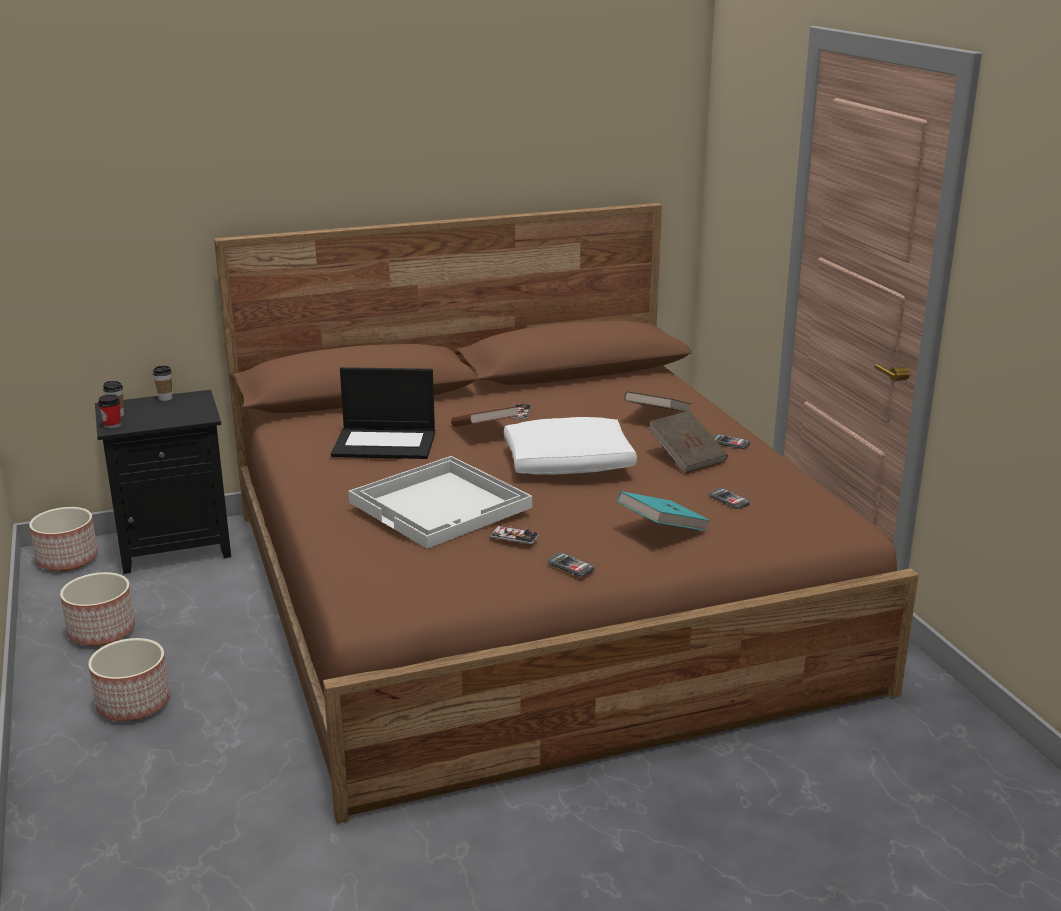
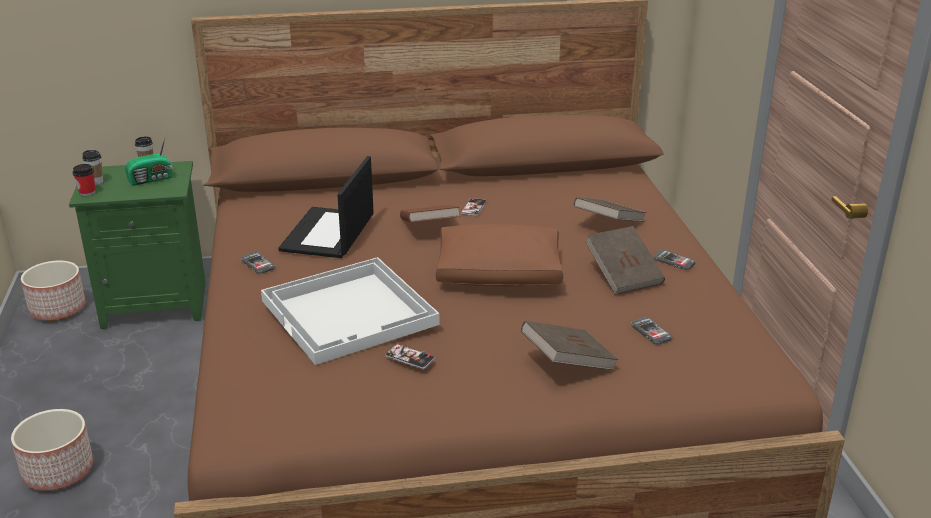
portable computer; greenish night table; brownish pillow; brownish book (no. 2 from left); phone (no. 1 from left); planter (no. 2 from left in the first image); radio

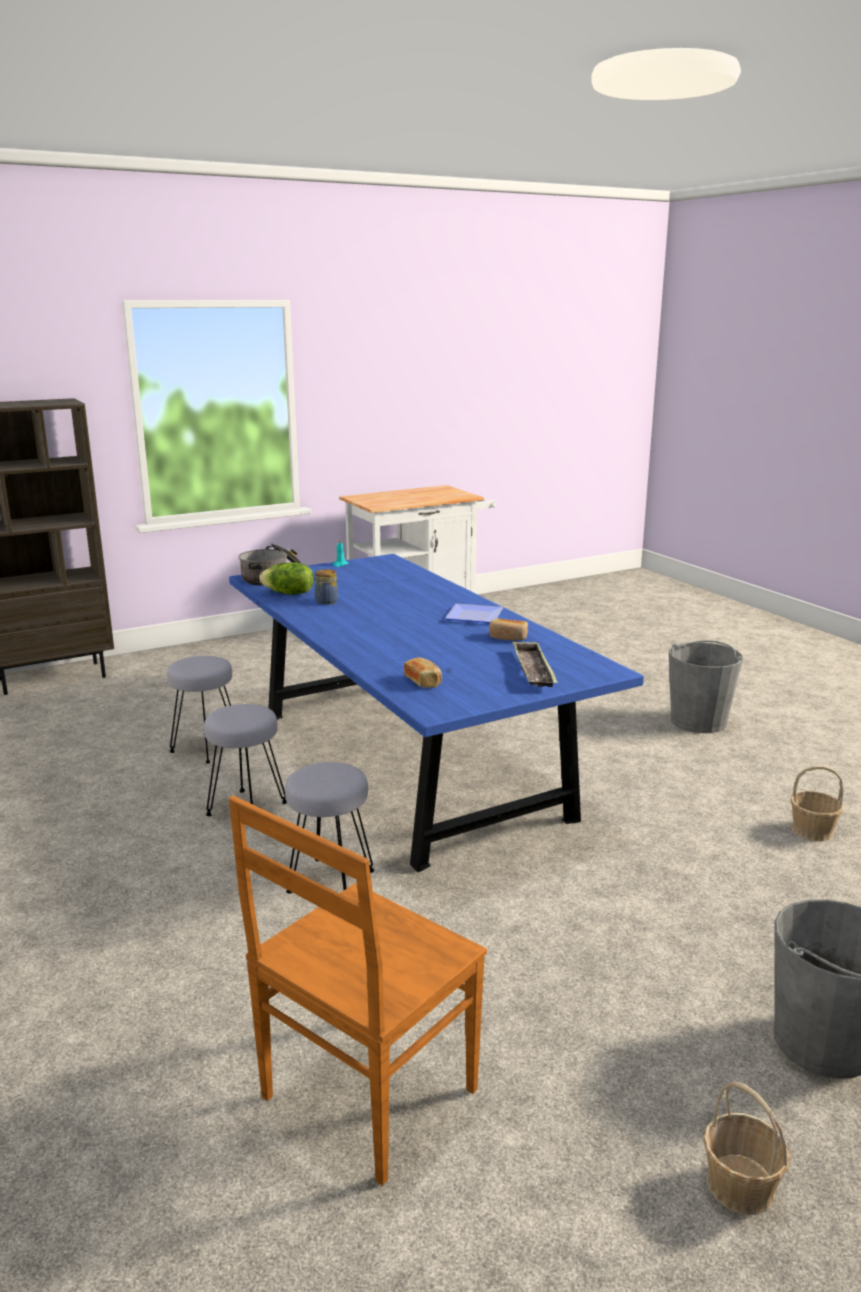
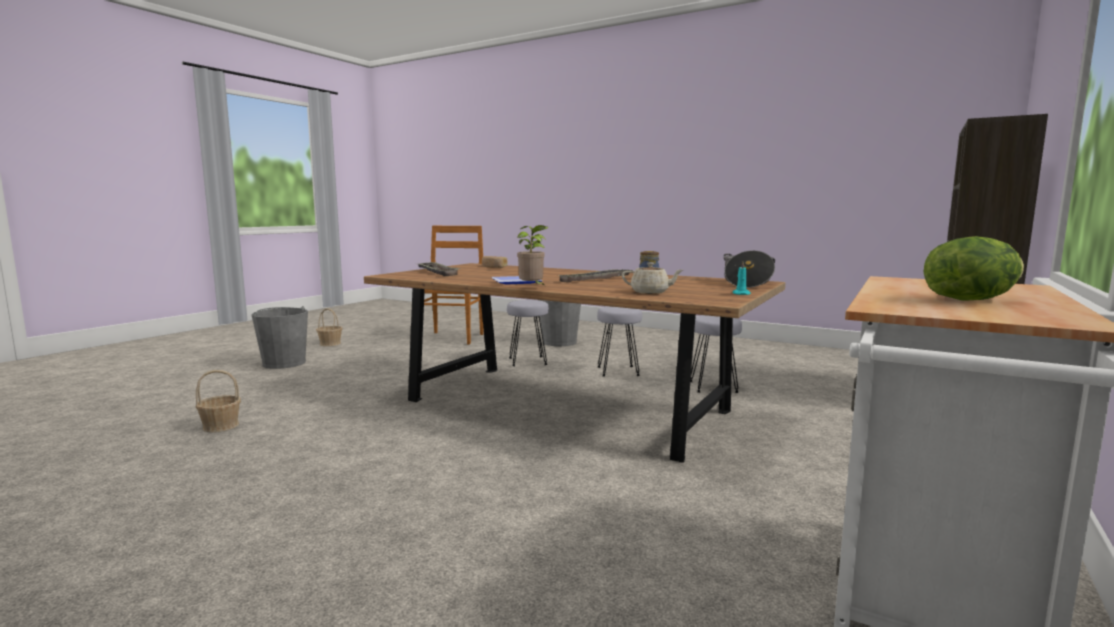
brownish kitchen table; lettuce; baked bread (no. 2 from left in the first image); greyish pail (no. 2 from left); plant in a pot; beige tea pot; serving tray (no. 2 from left)

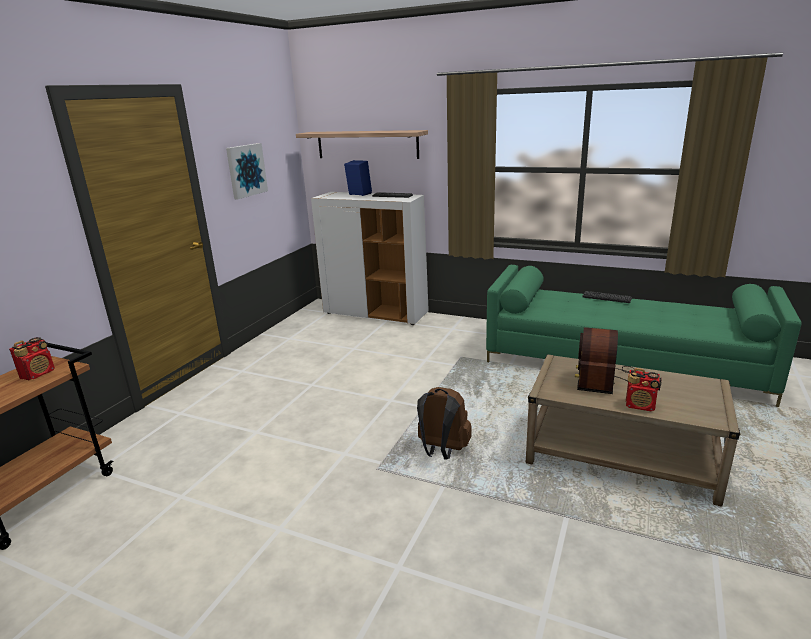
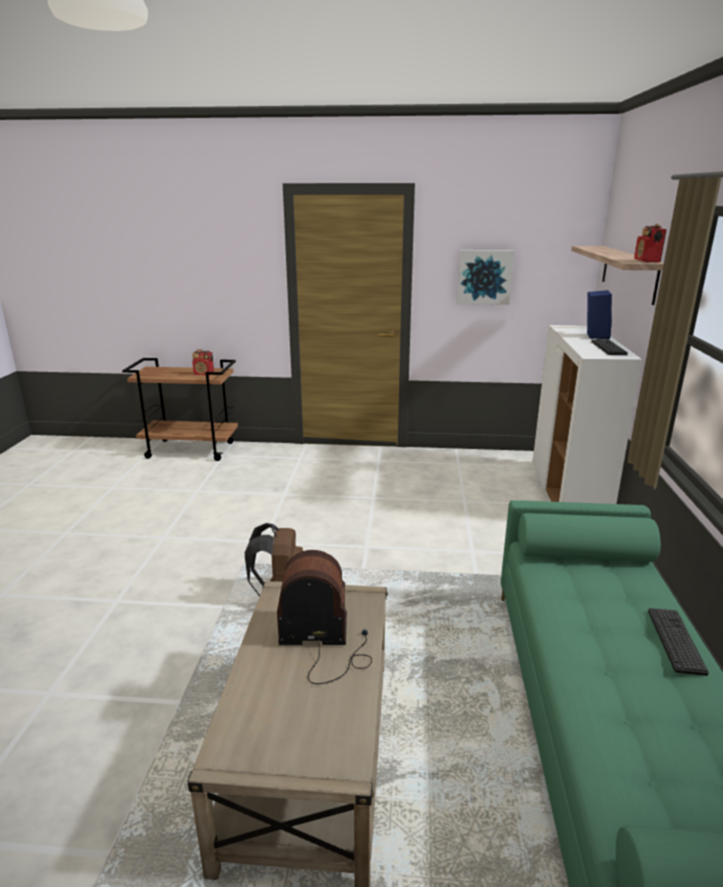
radio (no. 3 from left)

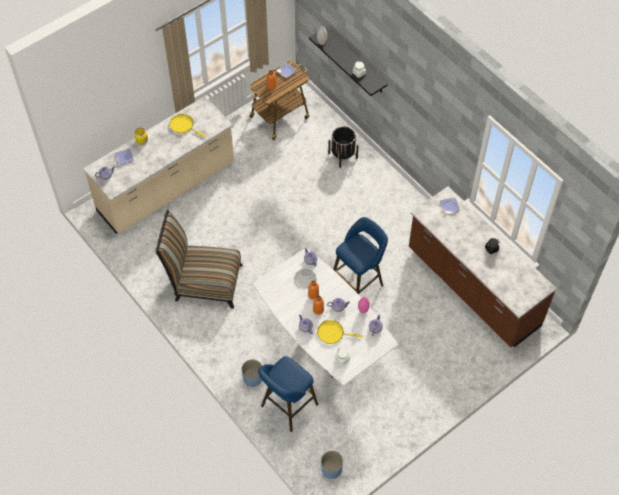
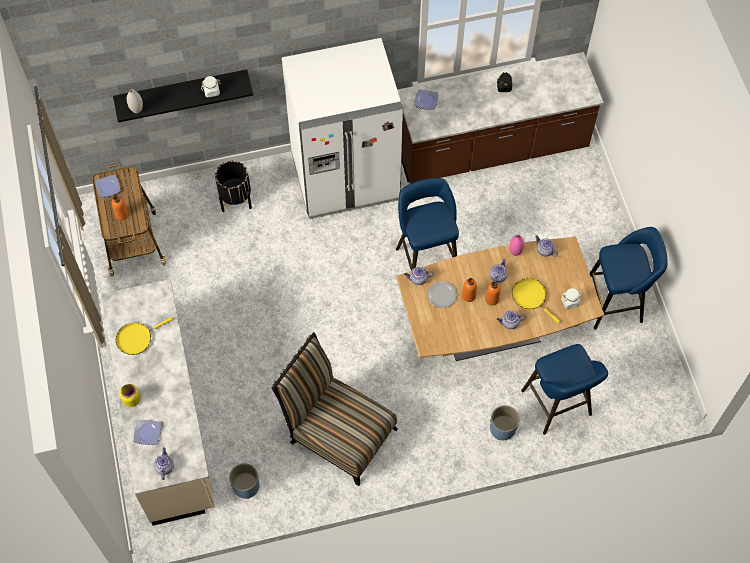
upright chair; brownish kitchen table; yellow-coloured pan (no. 2 from left); blue planter (no. 1 from left); whitish refrigerator; blue stool seat (no. 3 from left)

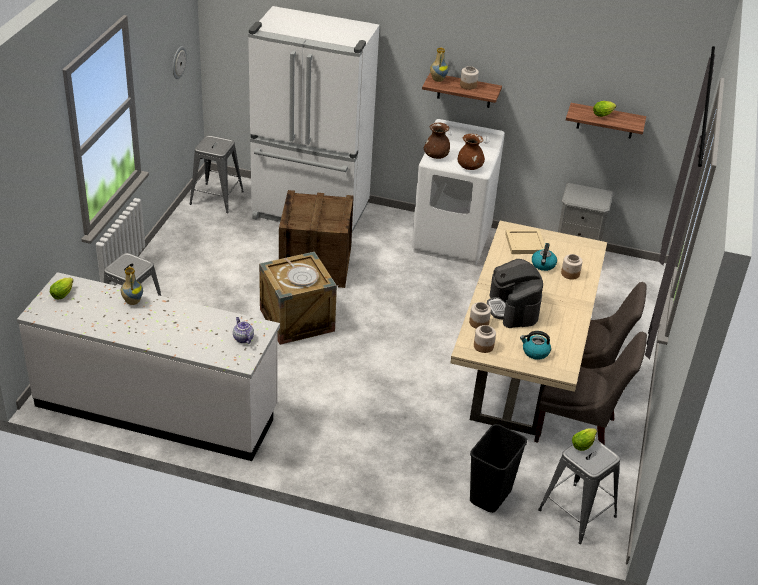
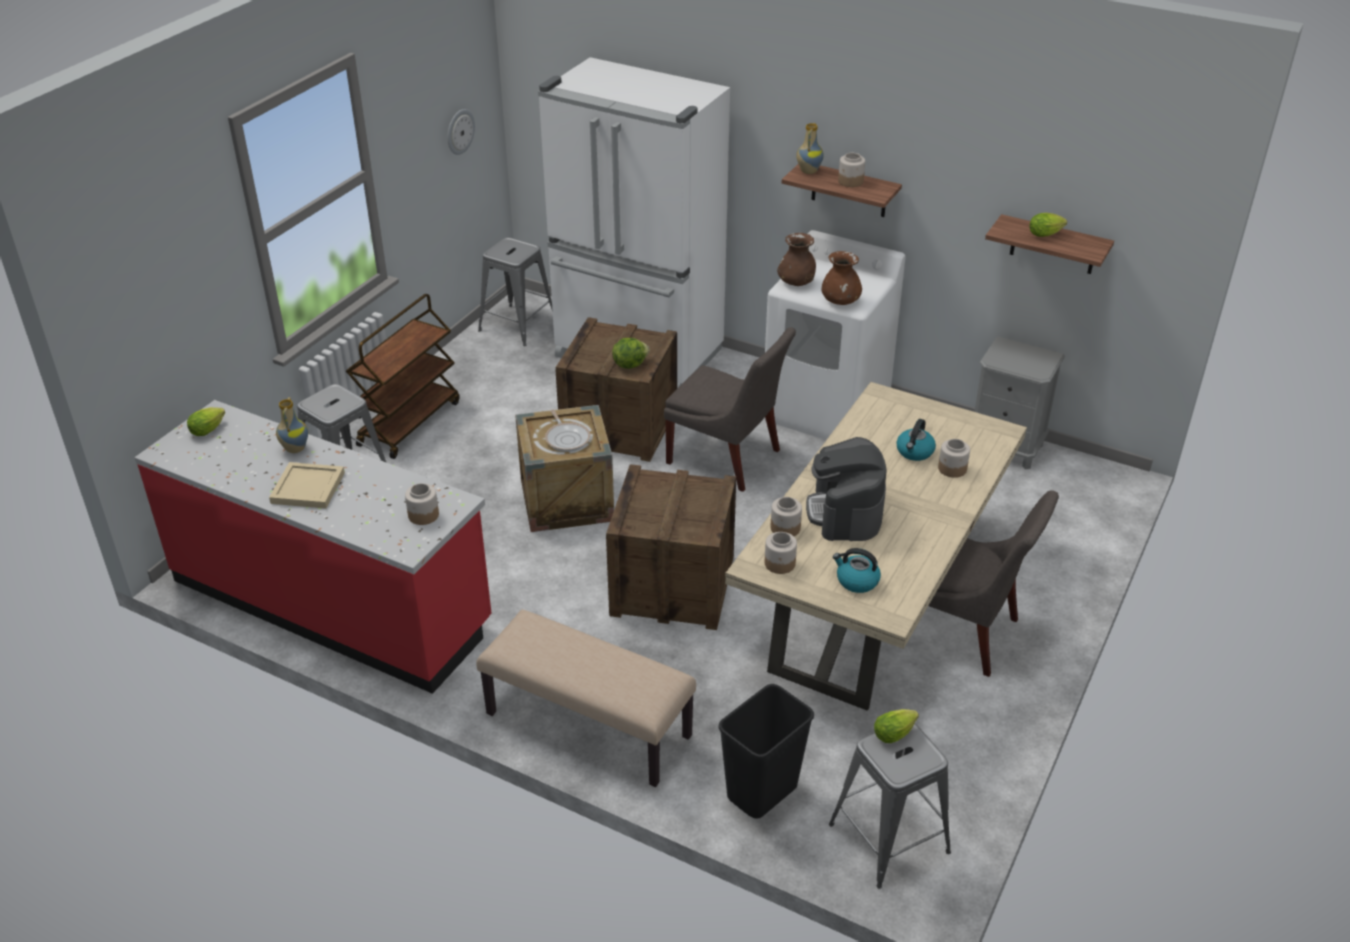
beige serving tray; red kitchen counter; preserve jar (no. 1 from left); greyish upright chair (no. 1 from left); brownish trolley; lettuce (no. 2 from left); crate (no. 3 from left); beige indoor bench

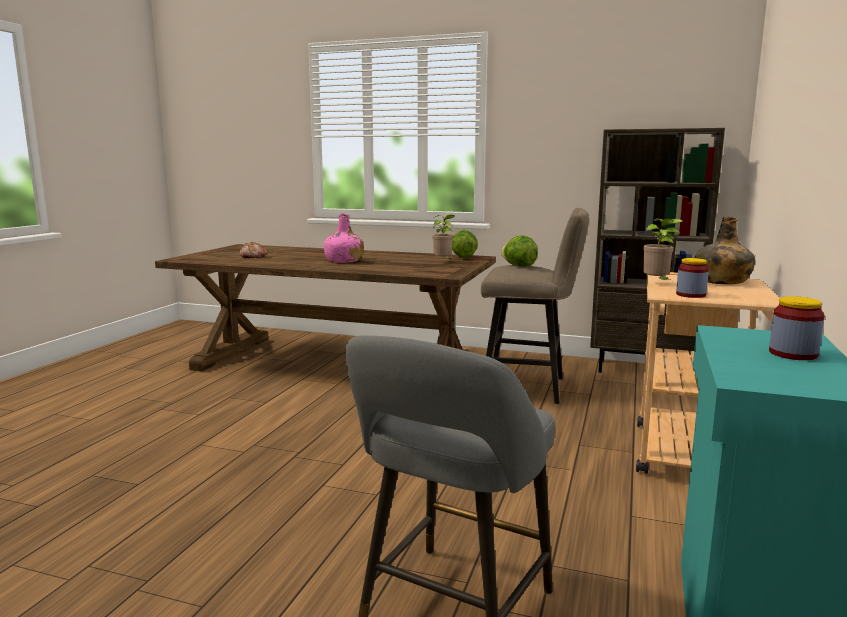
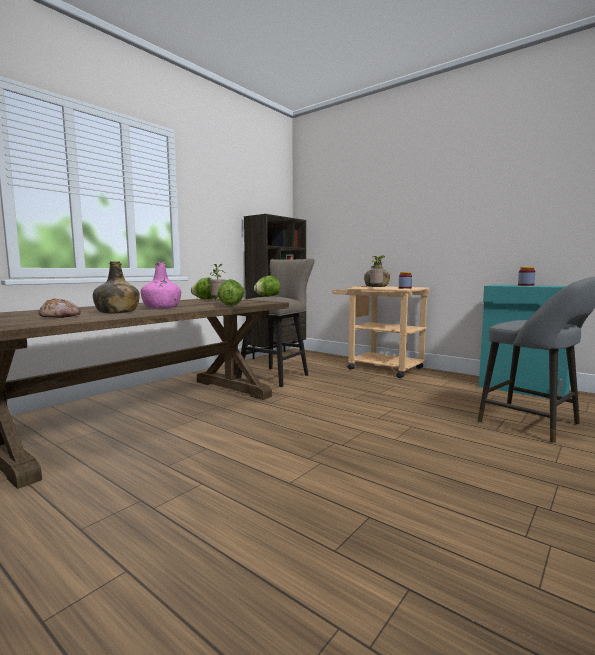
greenish drink bottle (no. 1 from left); lettuce (no. 2 from left)

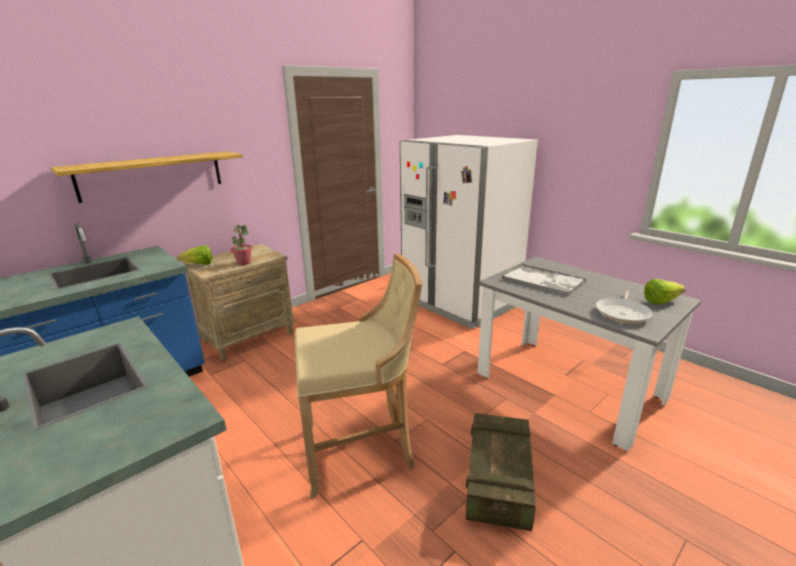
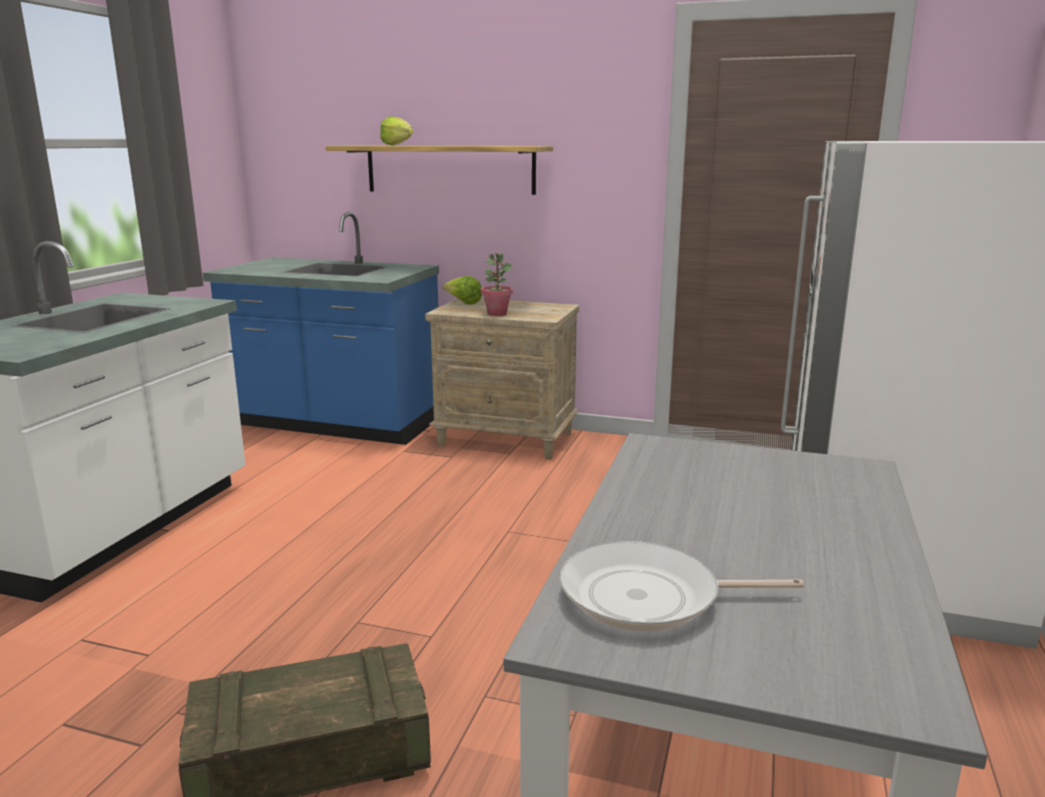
beige stool seat; serving tray; lettuce (no. 1 from left)

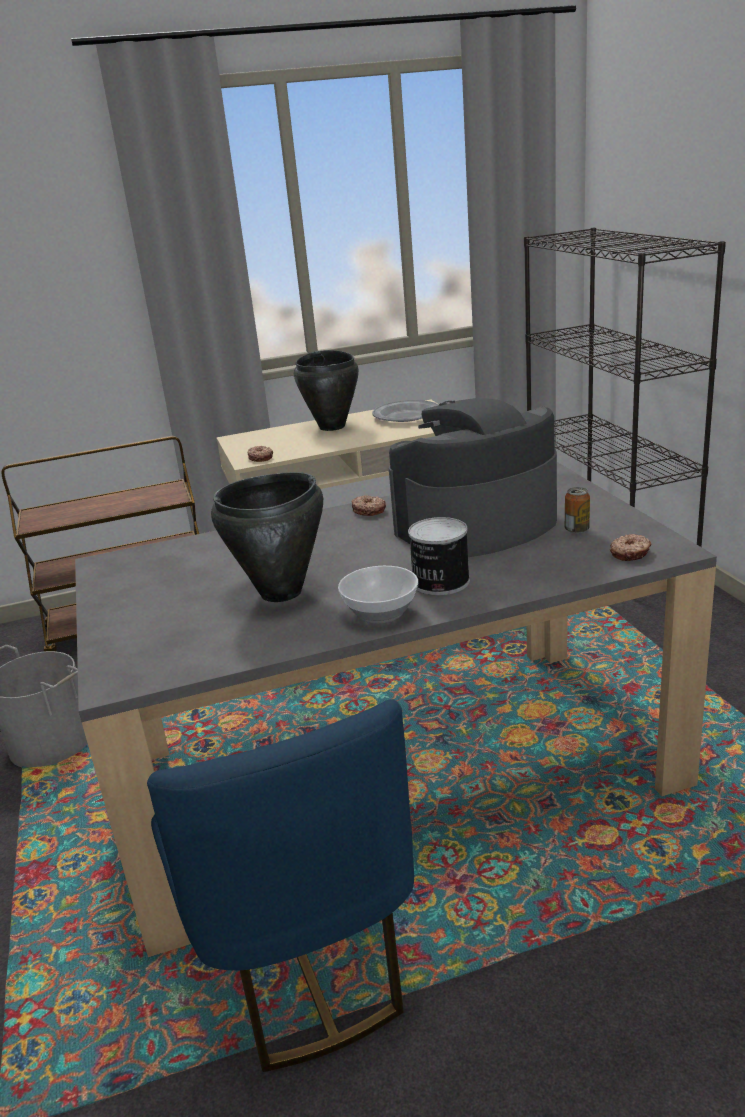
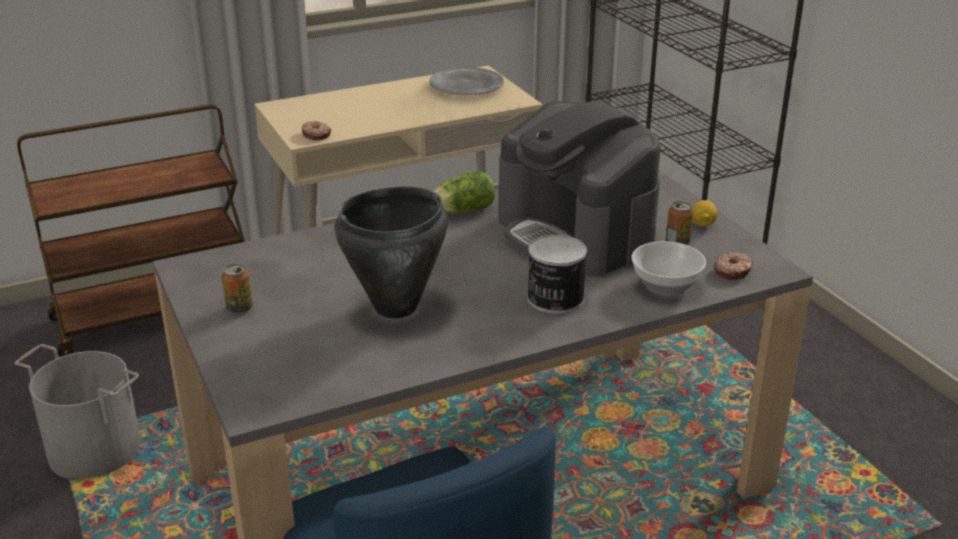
black-coloured cooking pot (no. 2 from left in the first image); coffee brewer; lettuce; serving bowl; lemon; sealed can (no. 1 from left)

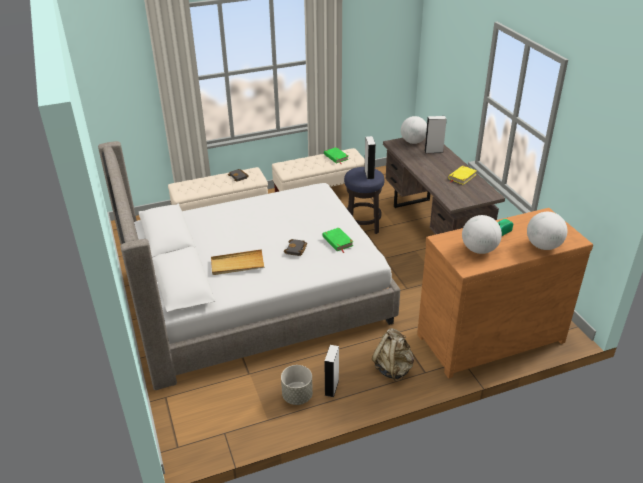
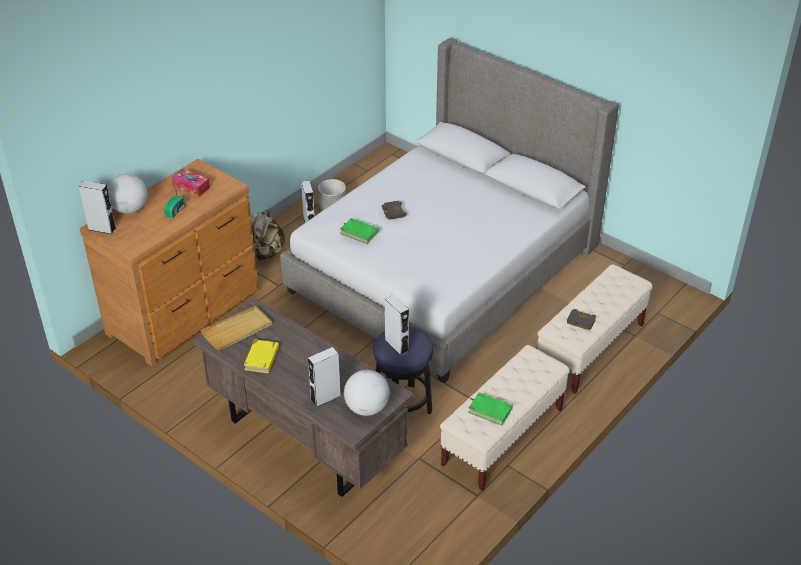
tissue holder; beige serving tray; greyish loudspeaker (no. 1 from left)

